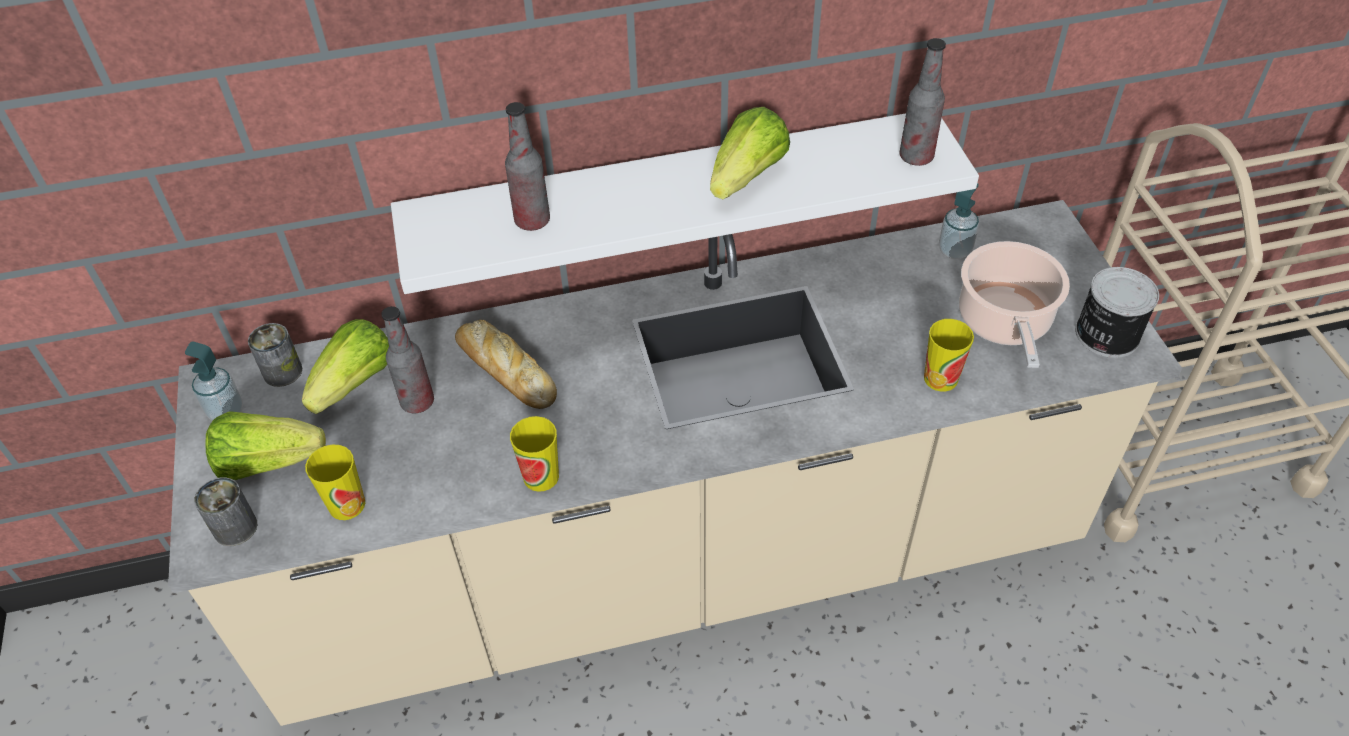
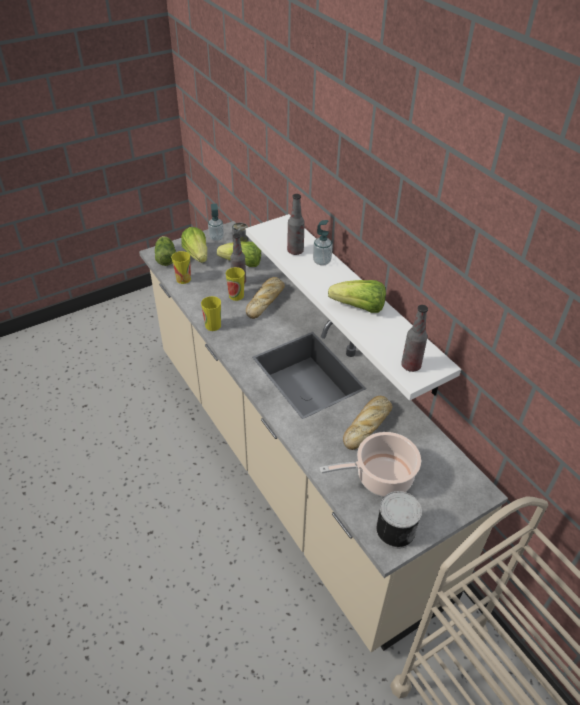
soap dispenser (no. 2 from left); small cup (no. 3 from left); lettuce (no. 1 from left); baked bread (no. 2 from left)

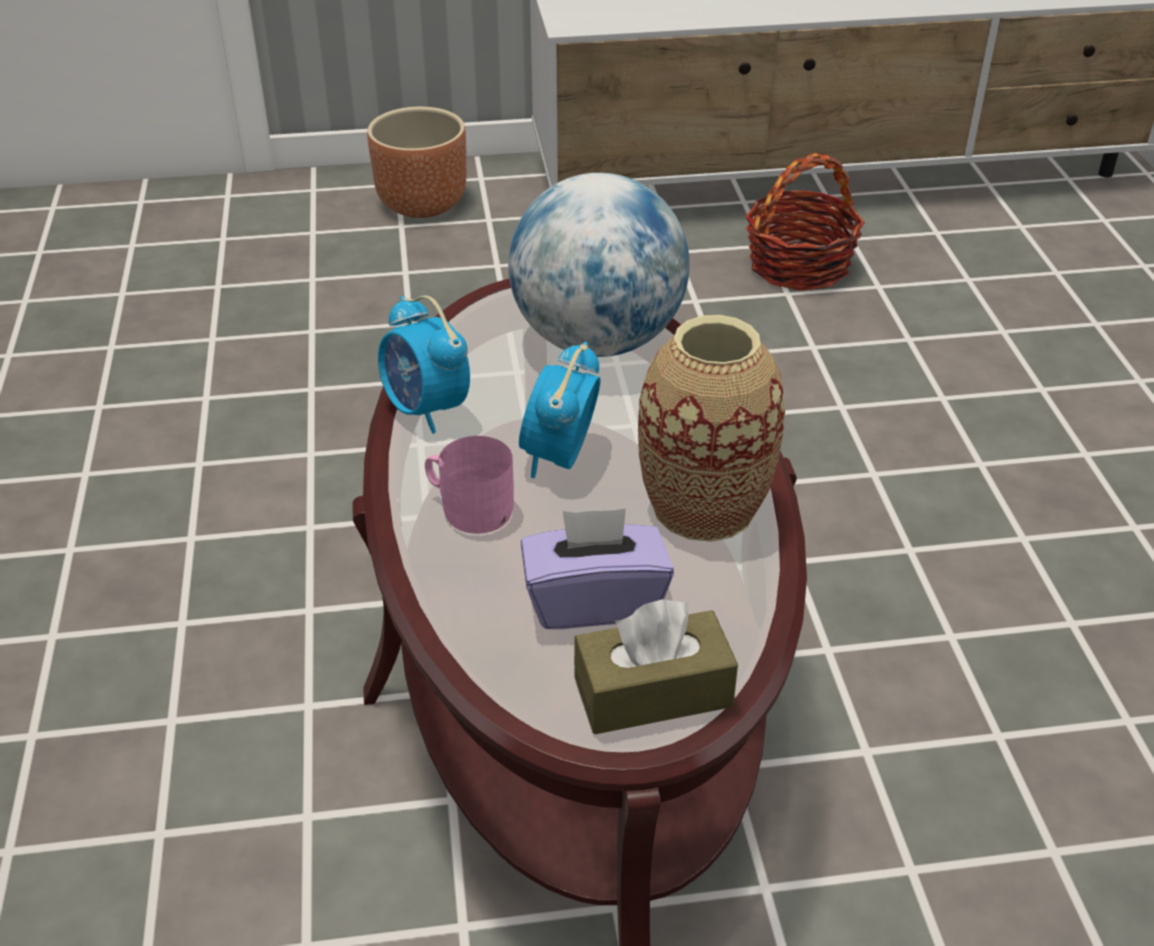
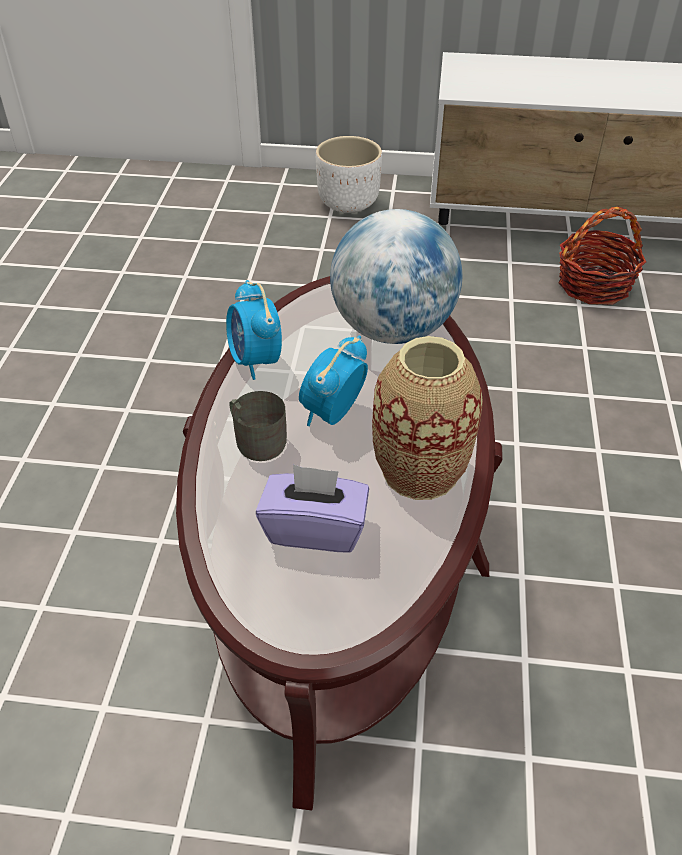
whitish planter; greyish mug; brownish tissue holder

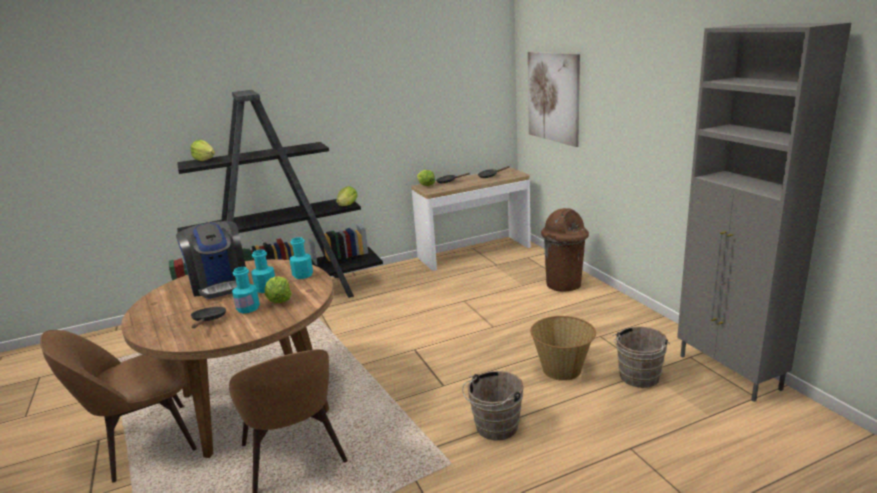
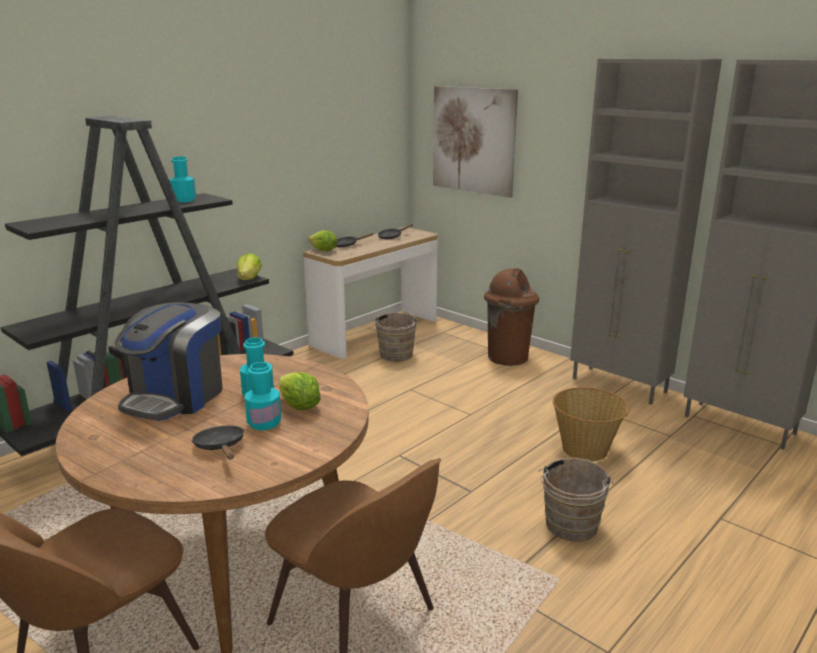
lettuce (no. 1 from left in the first image); coffee brewer; turquoise drink bottle (no. 1 from left); brownish pail (no. 1 from left); greyish cabinet (no. 1 from left)

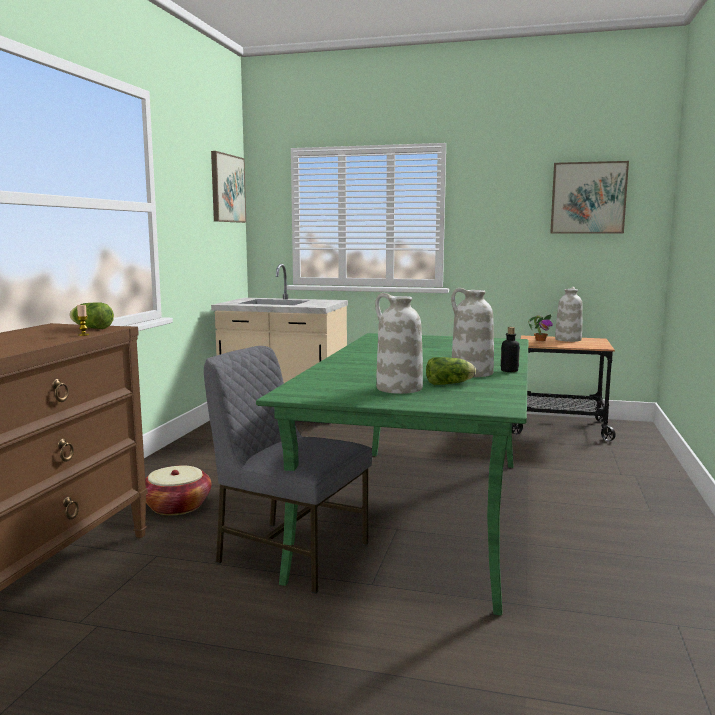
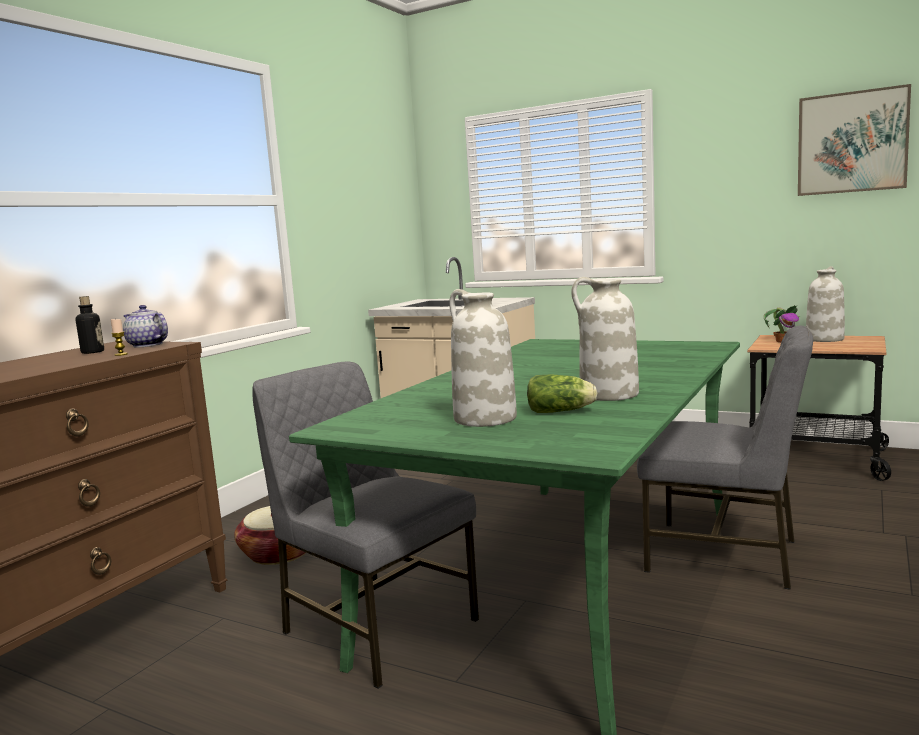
wall art (no. 1 from left in the first image); tea pot; drink bottle; greyish upright chair (no. 2 from left)

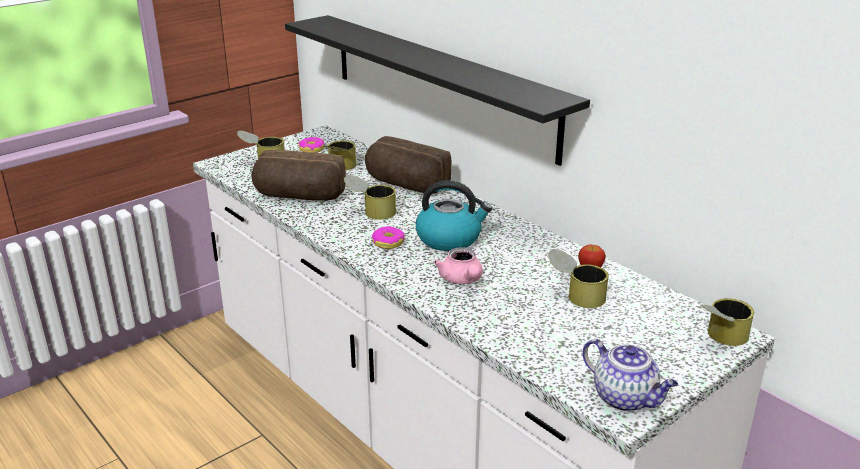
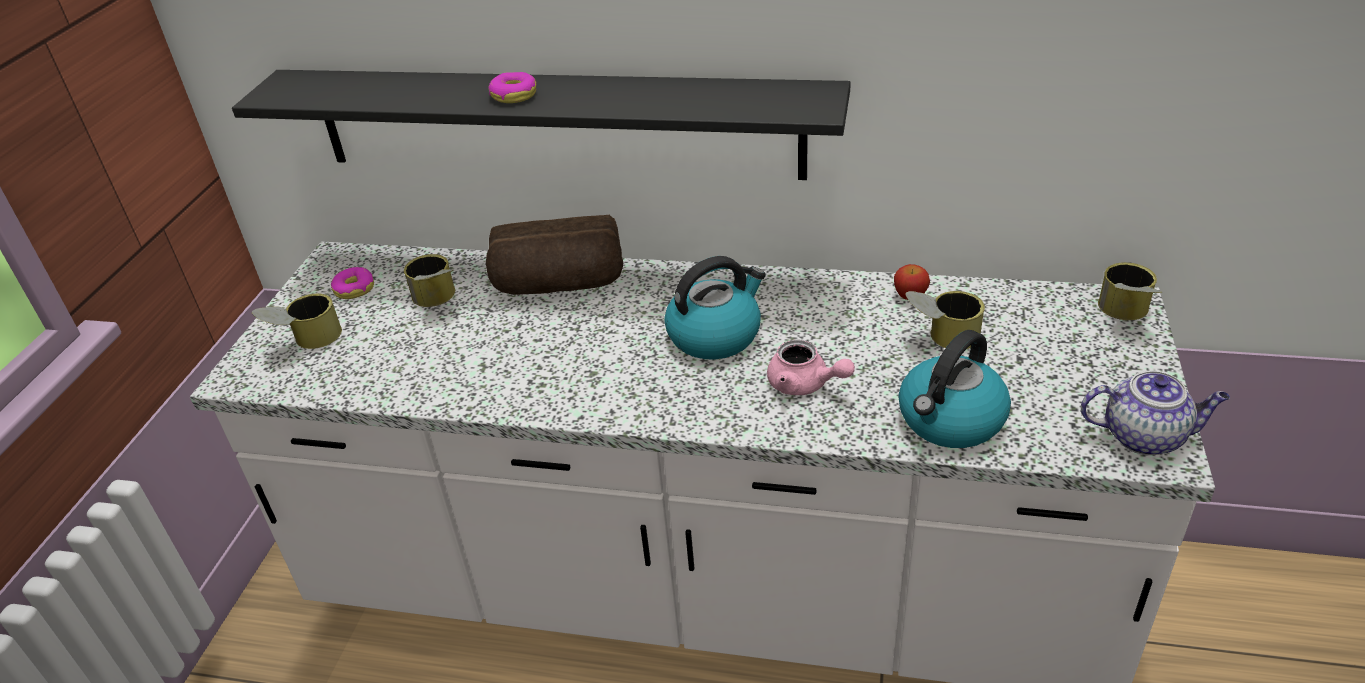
baked bread (no. 1 from left in the first image); sealed can (no. 3 from left in the first image); donut (no. 2 from left); kettle (no. 2 from left)

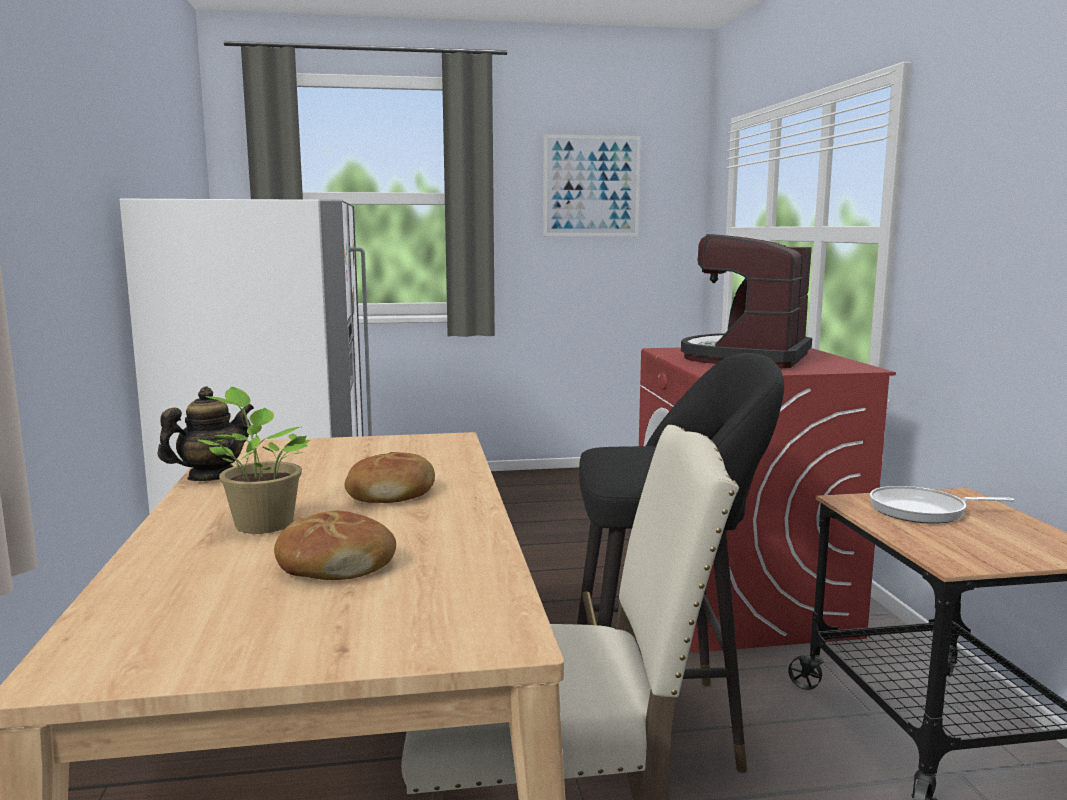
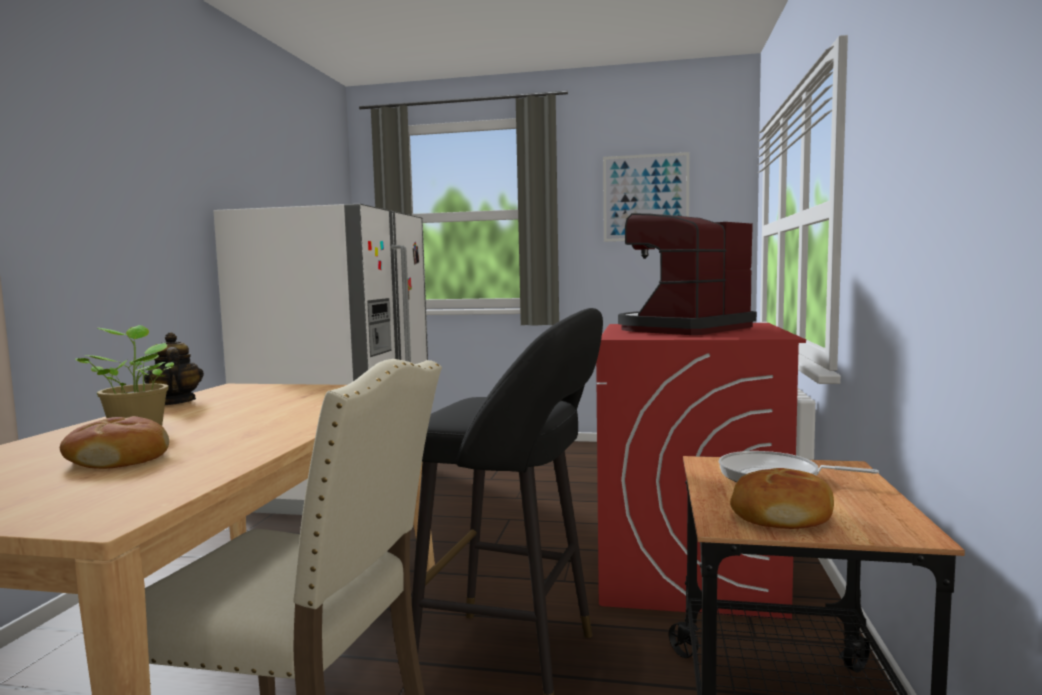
tea pot; baked bread (no. 2 from left)

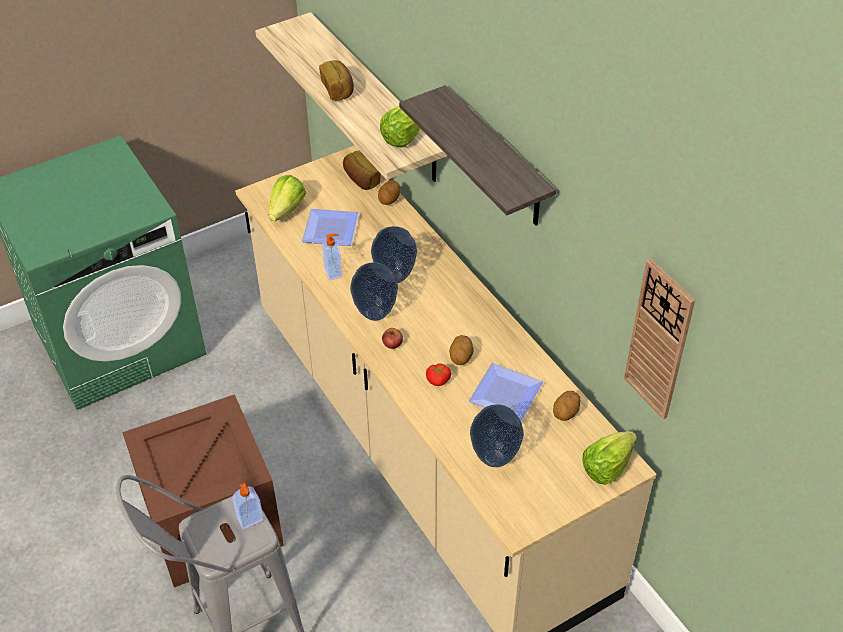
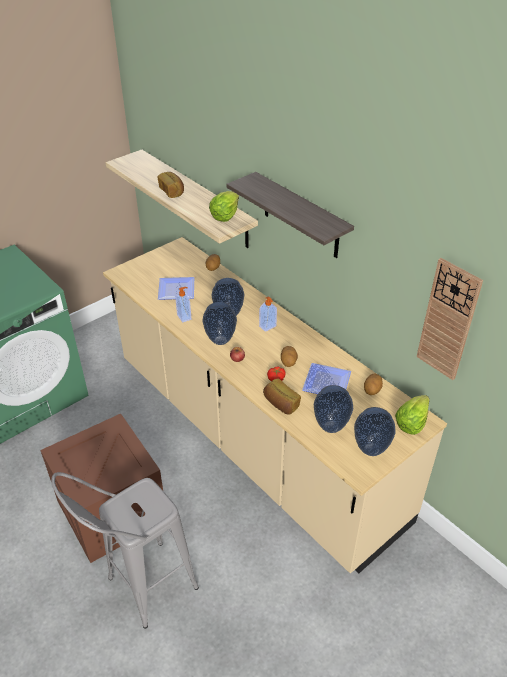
baked bread (no. 2 from left); lettuce (no. 1 from left in the first image); soap dispenser (no. 2 from left); decorative vase (no. 4 from left)

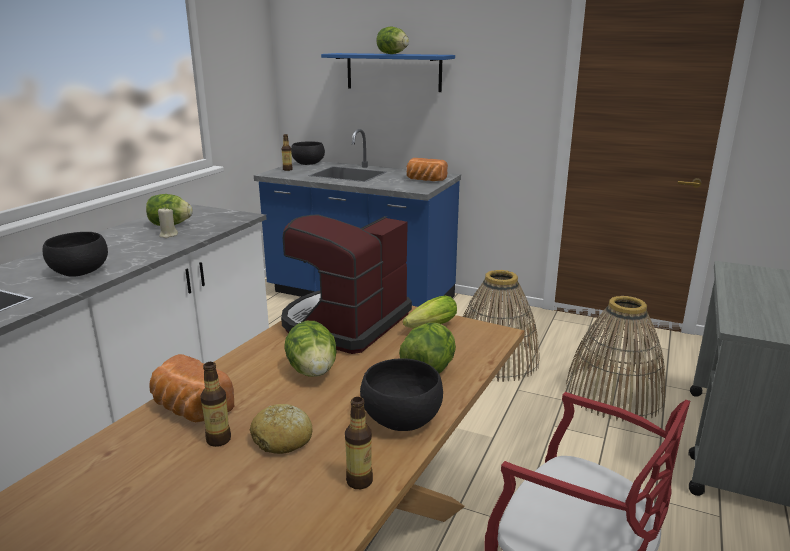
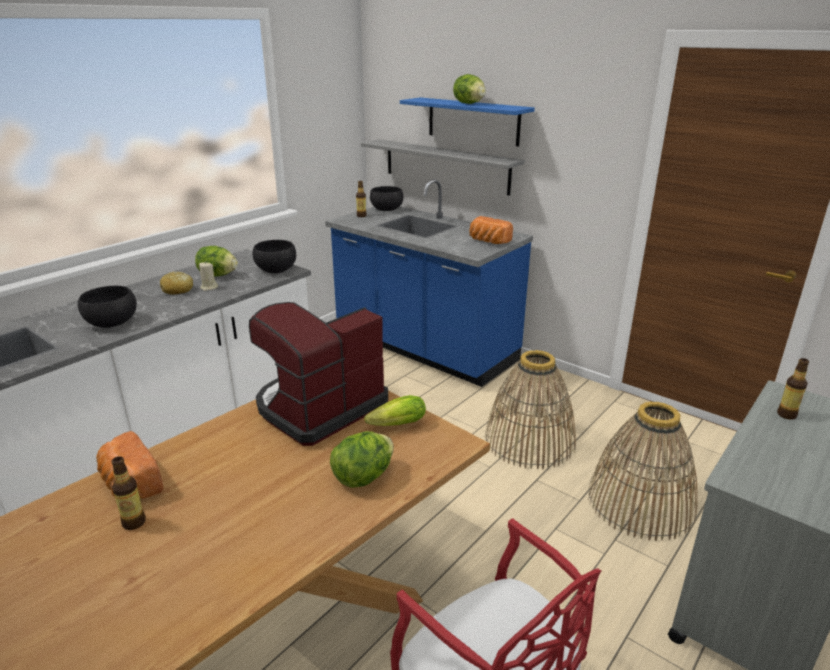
lettuce (no. 2 from left in the first image); black-coloured serving bowl (no. 2 from left); drink bottle (no. 3 from left); baked bread (no. 2 from left); greyish wall shelf

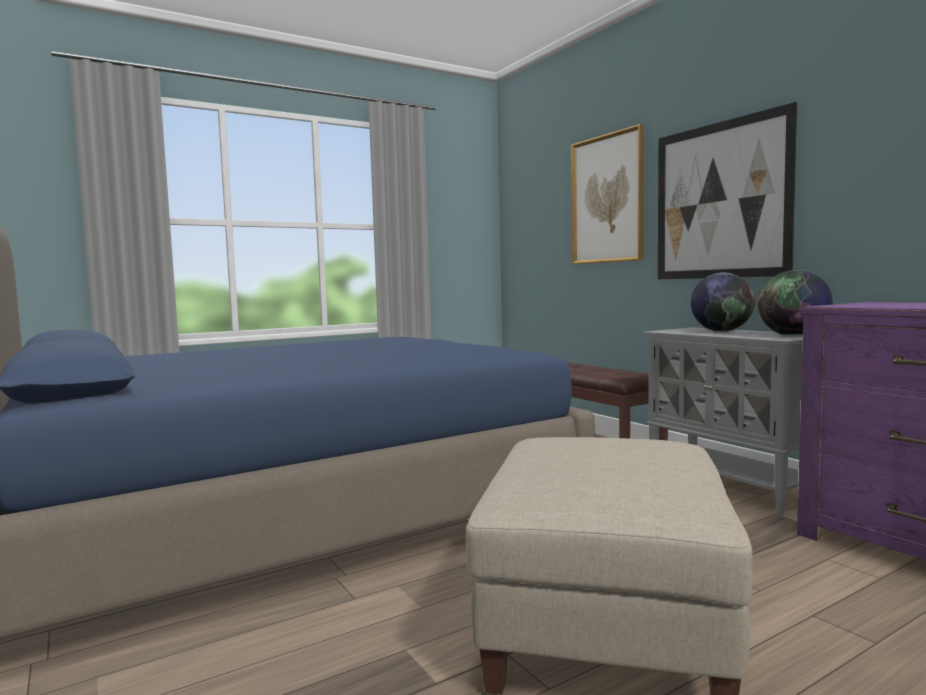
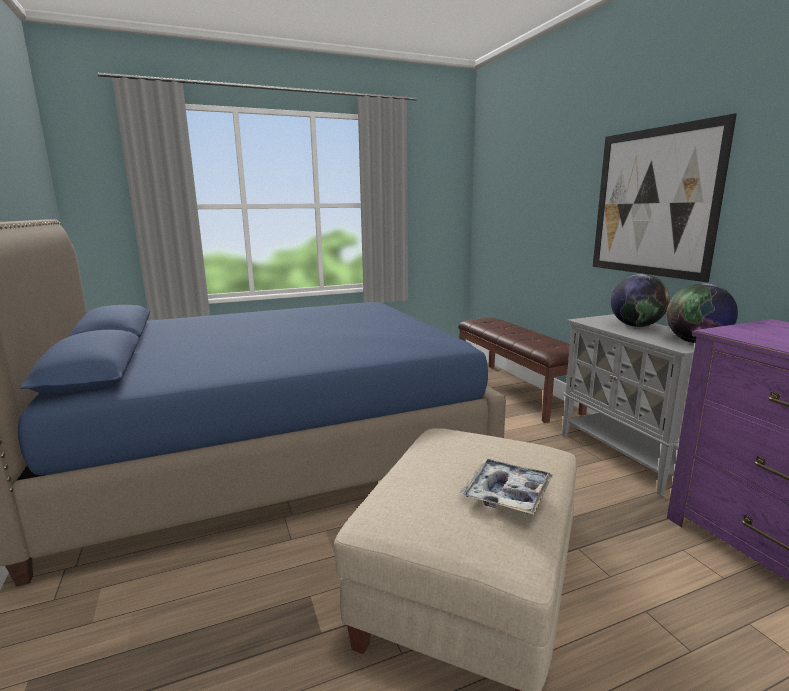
wall art (no. 1 from left in the first image); serving tray

